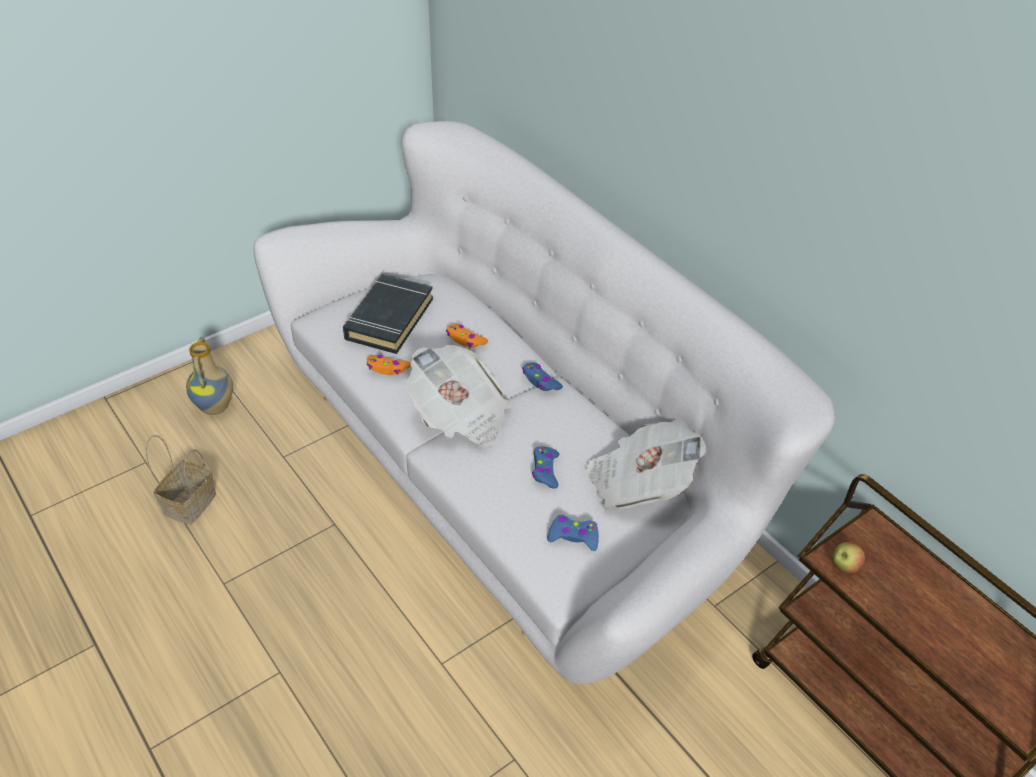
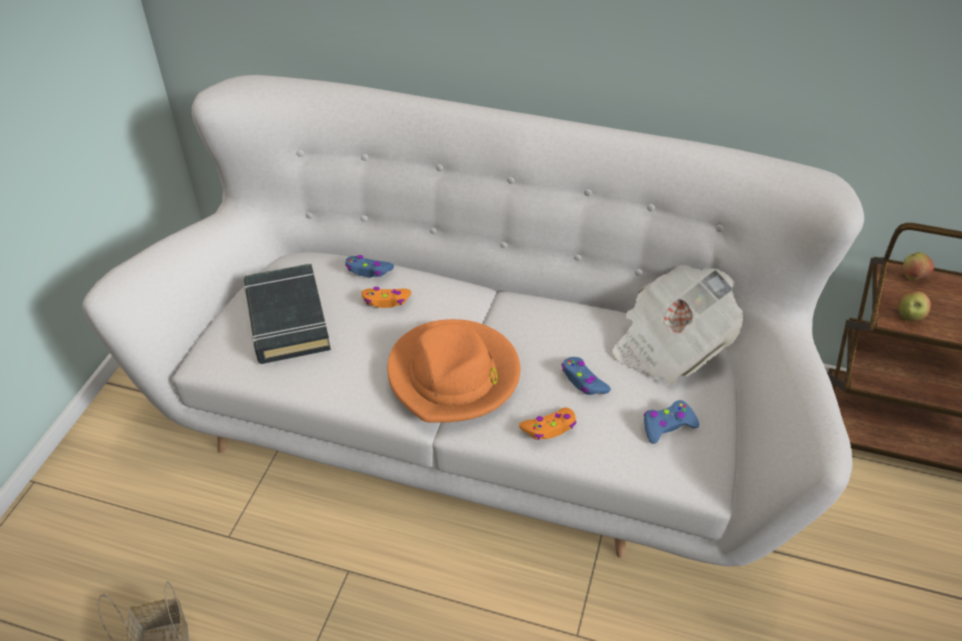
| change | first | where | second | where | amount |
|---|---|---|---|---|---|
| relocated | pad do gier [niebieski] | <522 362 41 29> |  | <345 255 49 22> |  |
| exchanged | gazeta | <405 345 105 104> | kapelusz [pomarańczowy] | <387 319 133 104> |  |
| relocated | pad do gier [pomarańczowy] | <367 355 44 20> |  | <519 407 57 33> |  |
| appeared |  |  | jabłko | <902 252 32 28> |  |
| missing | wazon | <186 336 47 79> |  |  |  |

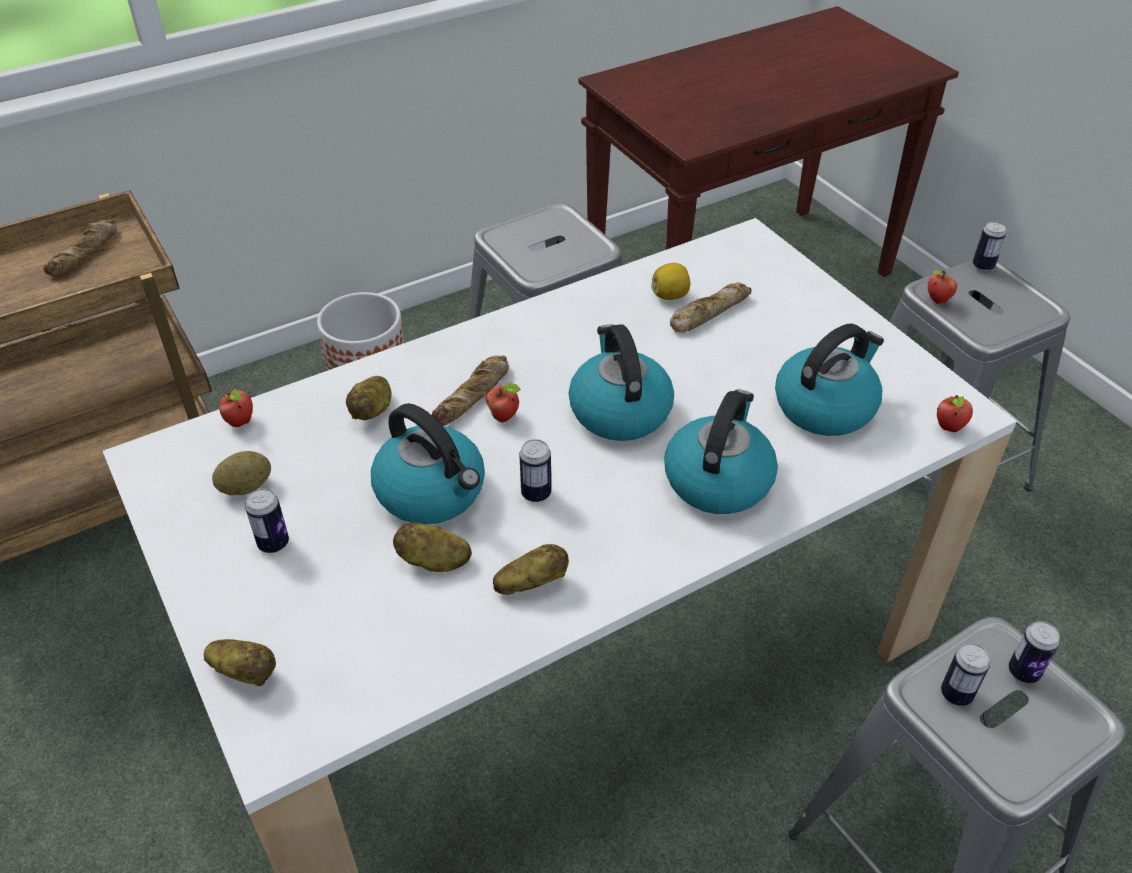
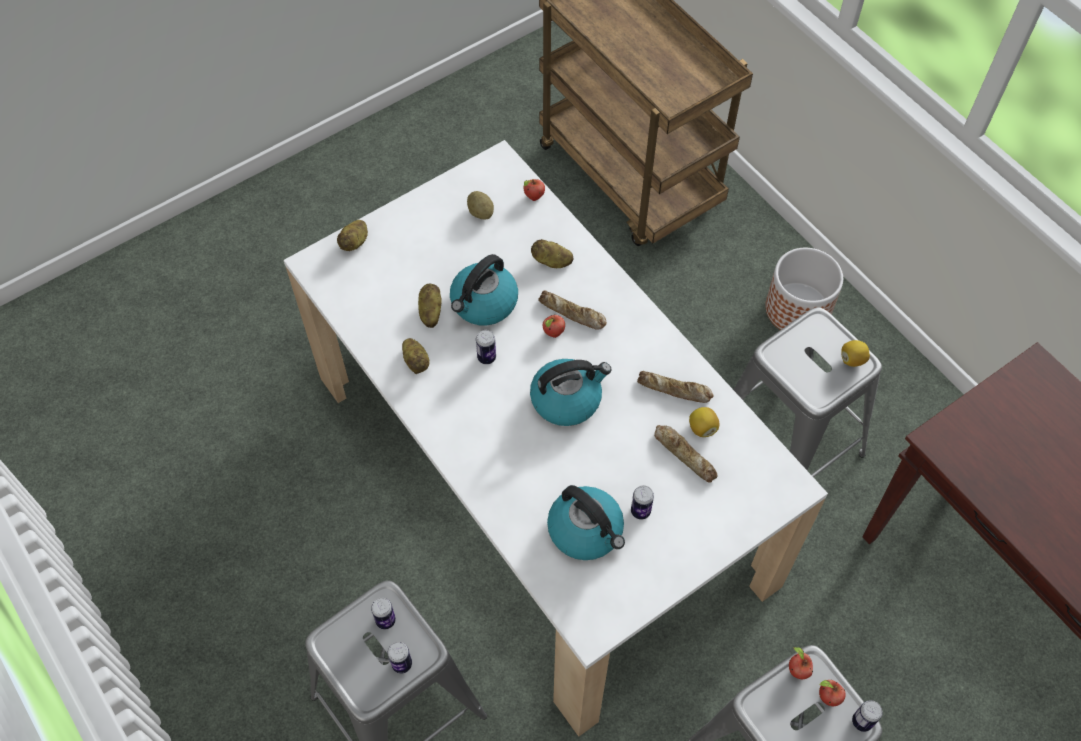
| change | first | where | second | where | amount |
|---|---|---|---|---|---|
| relocated | puszka | <245 489 44 64> |  | <631 485 23 35> |  |
| relocated | chleb | <43 220 74 57> |  | <637 371 77 32> |  |
| relocated | jabłko | <937 395 36 37> |  | <819 680 27 26> |  |
| appeared |  |  | cytryna | <841 340 29 27> |  |
| missing | czajnik | <664 390 114 124> |  |  |  |

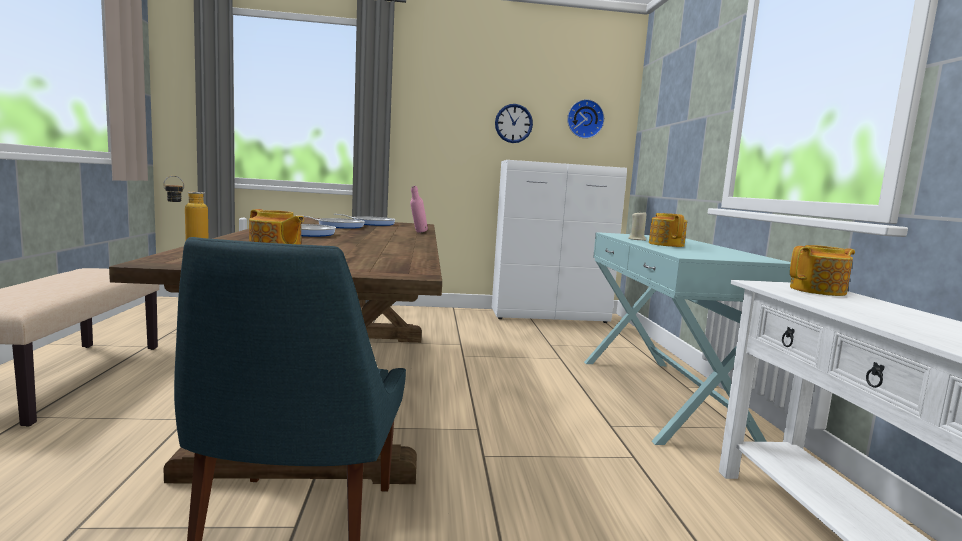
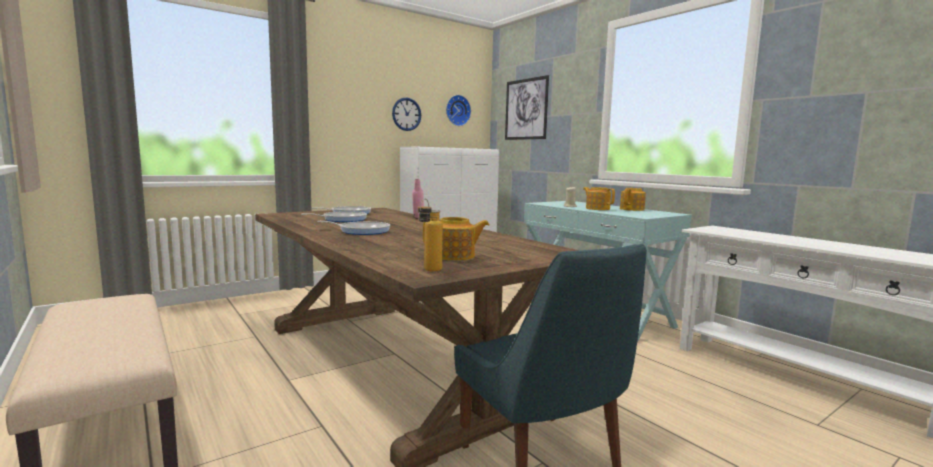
| change | first | where | second | where | amount |
|---|---|---|---|---|---|
| appeared |  |  | obraz | <505 75 44 65> |  |
| relocated | imbryk | <790 245 65 51> |  | <620 188 26 23> |  |

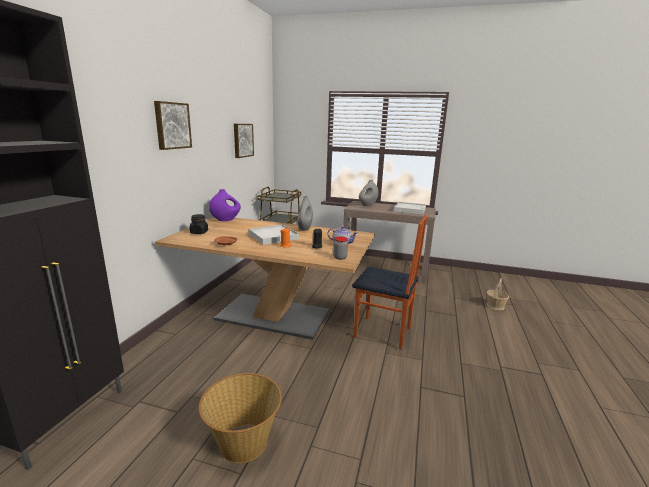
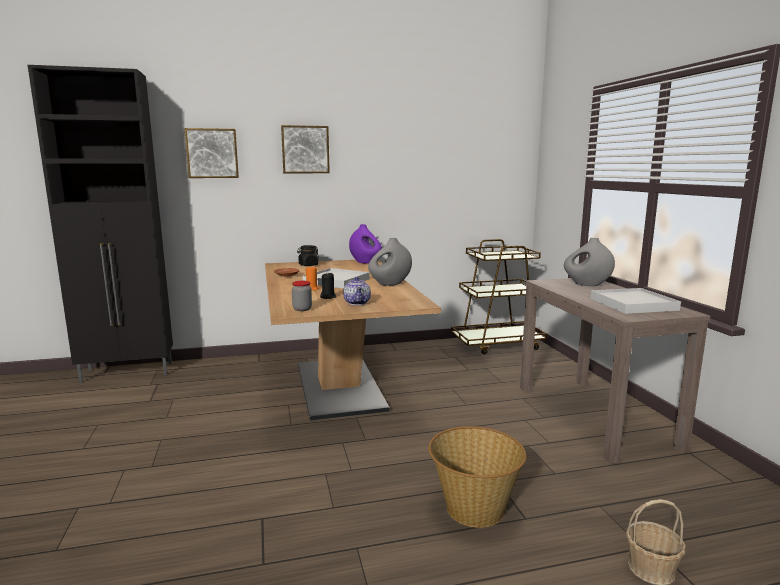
| change | first | where | second | where | amount |
|---|---|---|---|---|---|
| relocated | obraz | <234 124 20 34> |  | <185 128 54 50> |  |
| relocated | koszyk | <199 373 83 90> |  | <428 426 98 102> |  |
| missing | krzesło | <352 215 75 135> |  |  |  |

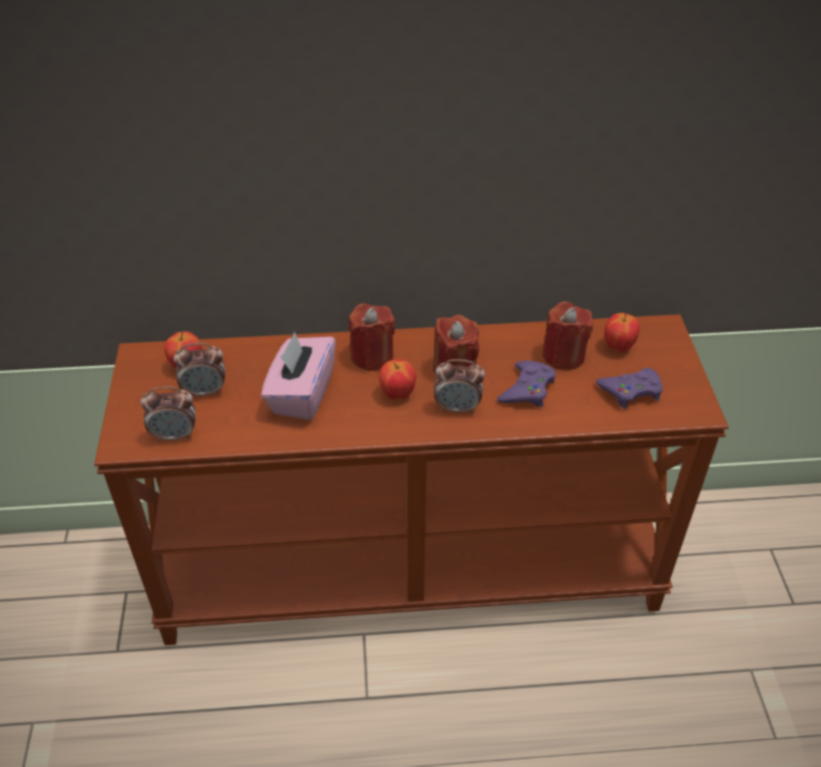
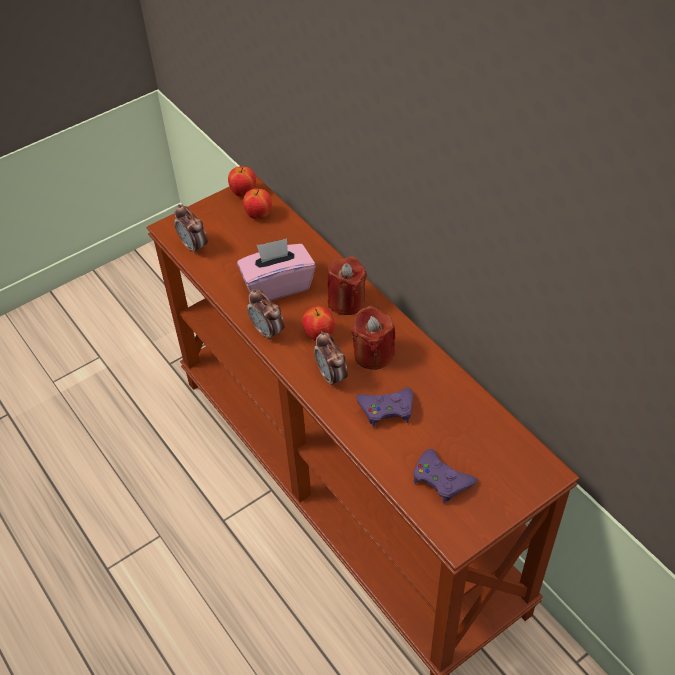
| change | first | where | second | where | amount |
|---|---|---|---|---|---|
| relocated | jabłko | <604 313 36 39> |  | <228 166 28 31> |  |
| relocated | budzik | <174 343 51 53> |  | <247 289 38 53> |  |
| missing | świeca [czerwony] | <542 302 51 68> |  |  |  |

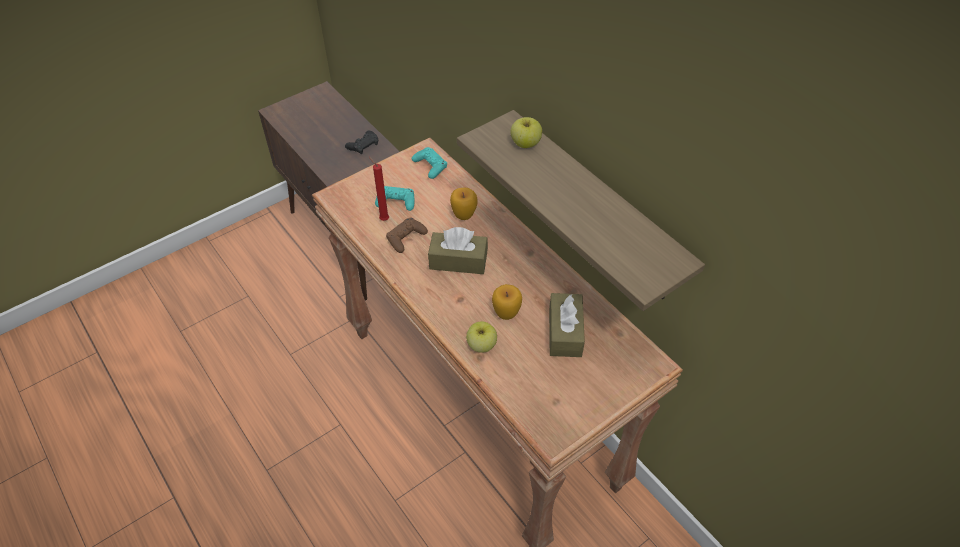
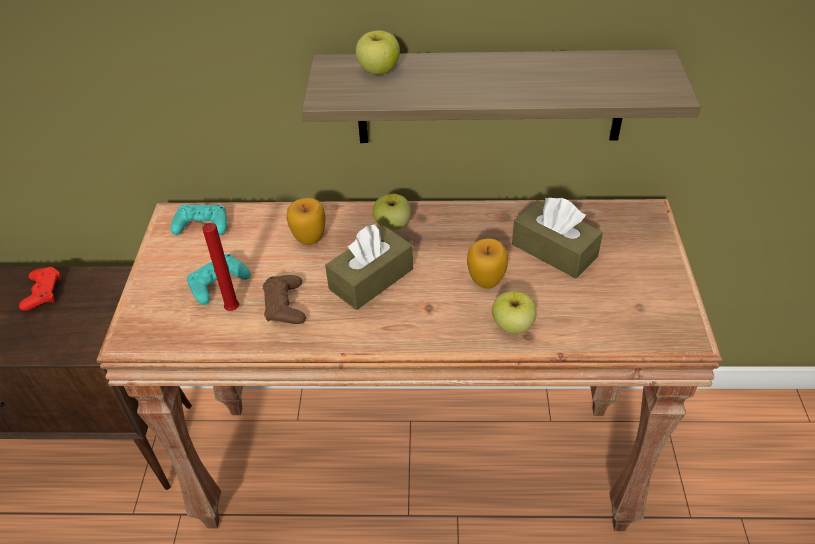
| change | first | where | second | where | amount |
|---|---|---|---|---|---|
| colour | pad do gier [czarny] | <345 131 33 24> | pad do gier [czerwony] | <19 267 42 44> |  |
| appeared |  |  | jabłko | <373 194 39 37> |  |

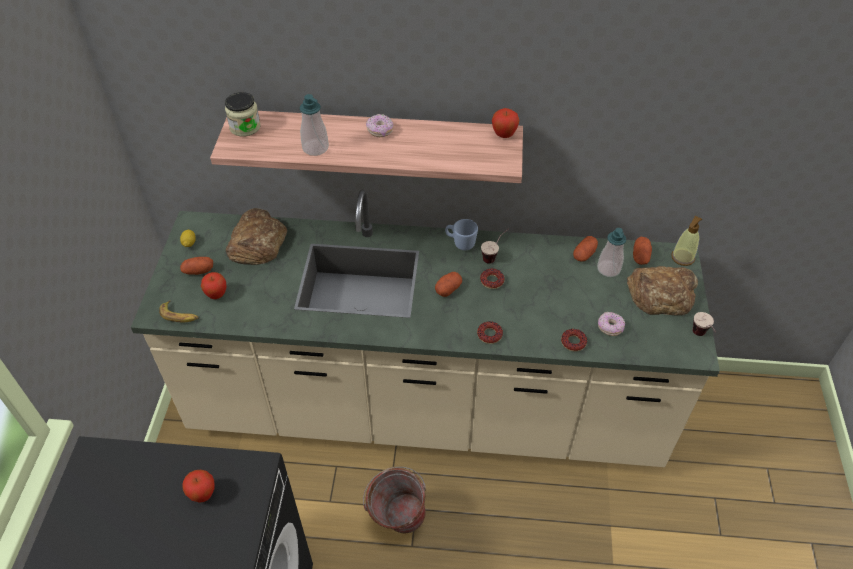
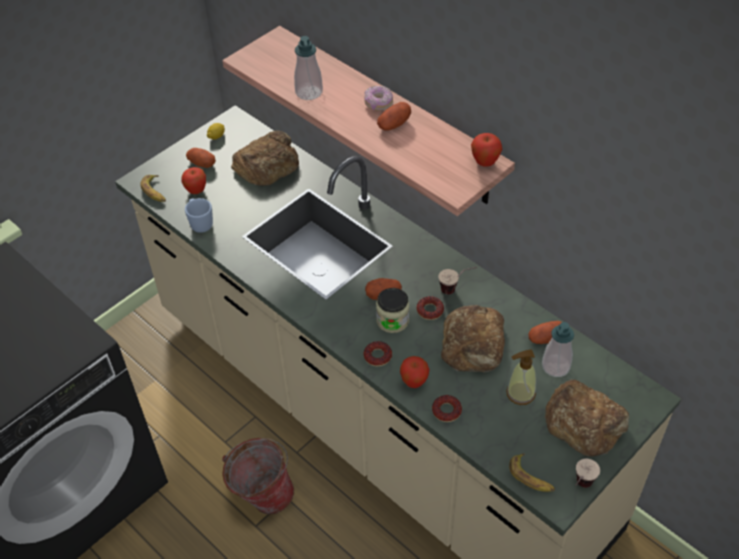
| change | first | where | second | where | amount |
|---|---|---|---|---|---|
| relocated | kubek [niebieski] | <445 219 33 31> |  | <185 198 28 35> |  |
| relocated | słoik | <225 92 36 45> |  | <376 288 33 45> |  |
| relocated | ziemniak | <633 237 19 28> |  | <377 102 34 29> |  |
| relocated | jabłko | <182 470 33 33> |  | <400 356 29 32> |  |
| appeared |  |  | chleb | <441 305 64 67> |  |
| relocated | dozownik mydła | <671 216 31 50> |  | <506 350 30 55> |  |
| appeared |  |  | banan | <509 453 46 39> |  |
| missing | donut | <598 312 27 24> |  |  |  |

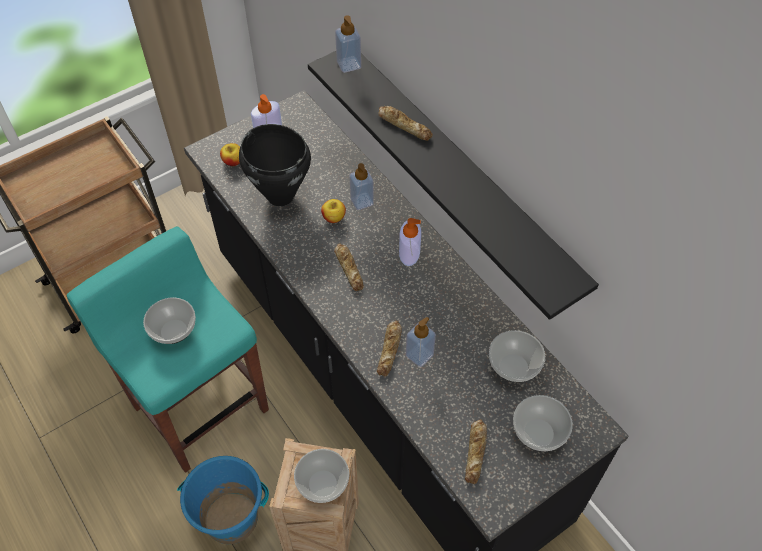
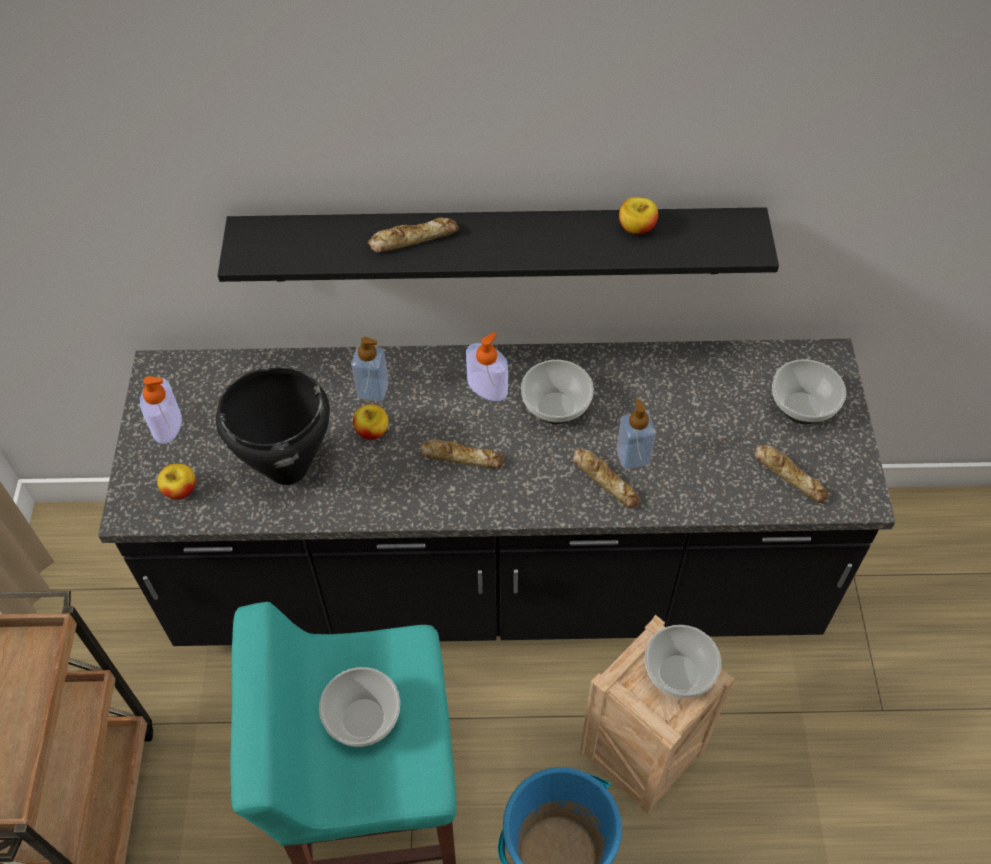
| change | first | where | second | where | amount |
|---|---|---|---|---|---|
| relocated | miska | <489 330 56 52> |  | <521 360 73 64> |  |
| appeared |  |  | jabłko | <619 197 39 38> |  |
| missing | dozownik mydła | <335 15 26 58> |  |  |  |

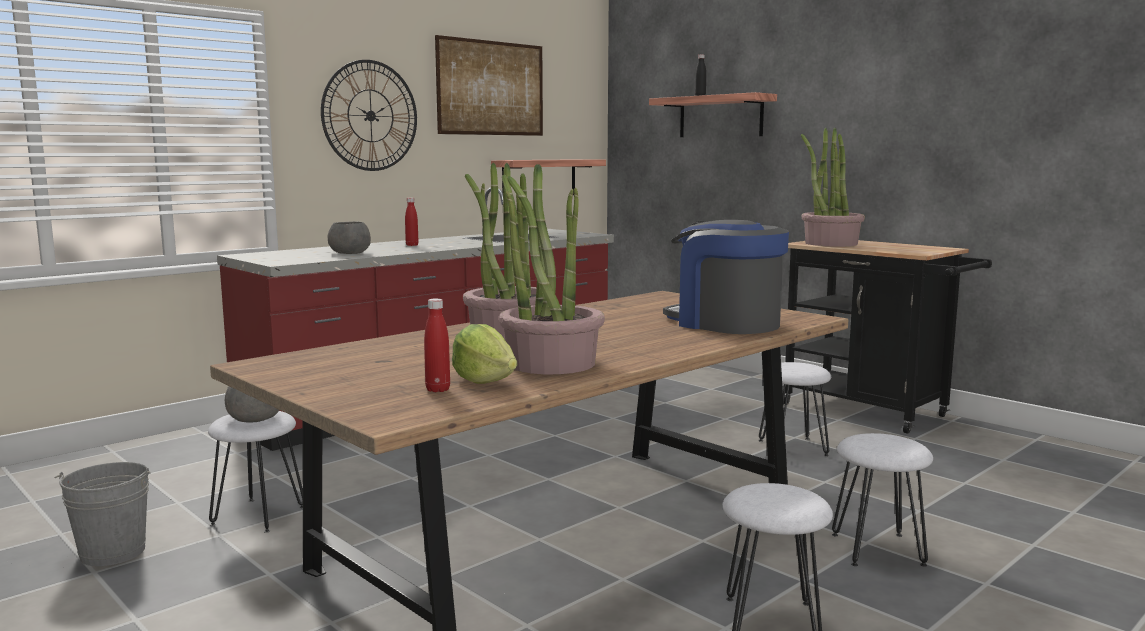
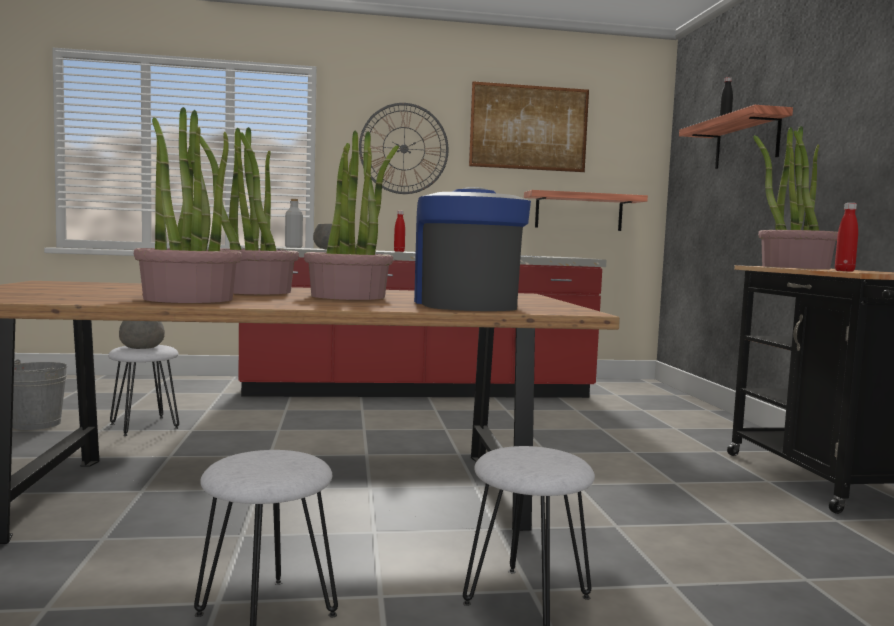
| change | first | where | second | where | amount |
|---|---|---|---|---|---|
| appeared |  |  | butelka [szary] | <285 199 18 49> |  |
| appeared |  |  | roślina doniczkowa | <304 130 95 170> |  |
| relocated | butelka [czerwony] | <424 298 26 94> |  | <835 203 23 69> |  |
| missing | sałata | <452 324 65 60> |  |  |  |
| missing | stołek [biały] | <759 362 72 94> |  |  |  |

